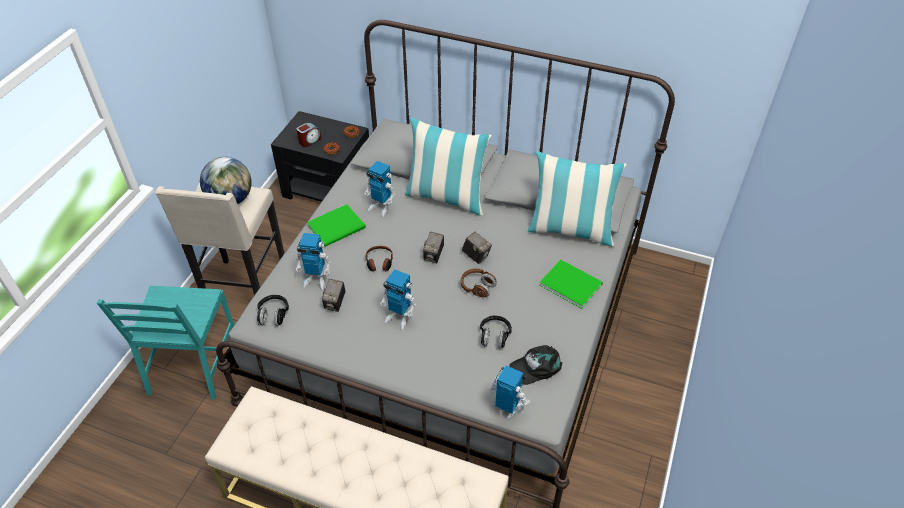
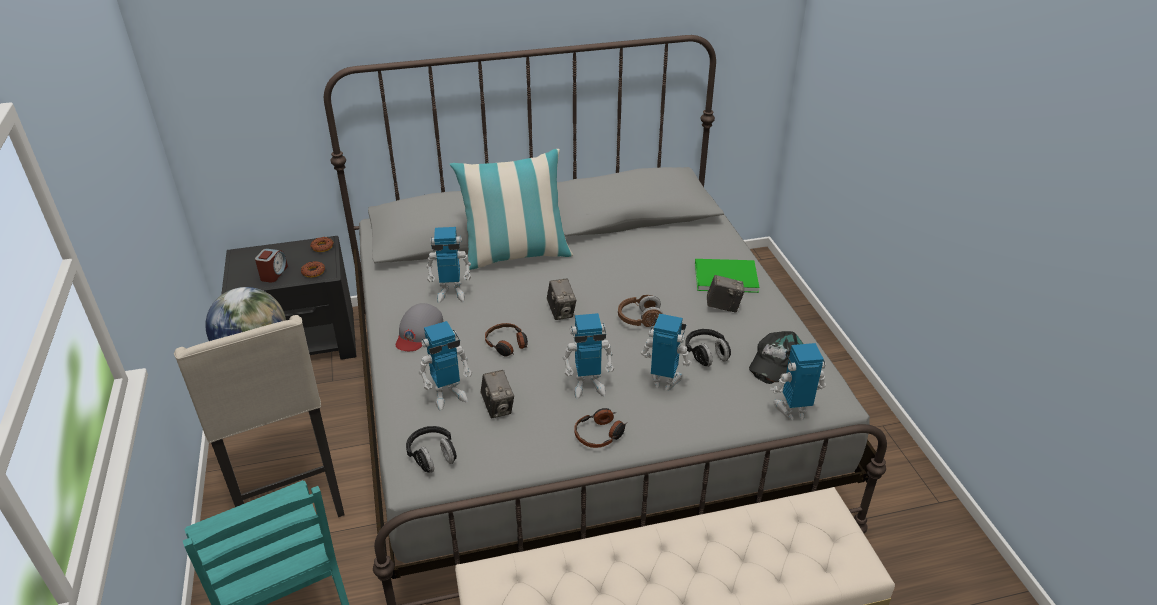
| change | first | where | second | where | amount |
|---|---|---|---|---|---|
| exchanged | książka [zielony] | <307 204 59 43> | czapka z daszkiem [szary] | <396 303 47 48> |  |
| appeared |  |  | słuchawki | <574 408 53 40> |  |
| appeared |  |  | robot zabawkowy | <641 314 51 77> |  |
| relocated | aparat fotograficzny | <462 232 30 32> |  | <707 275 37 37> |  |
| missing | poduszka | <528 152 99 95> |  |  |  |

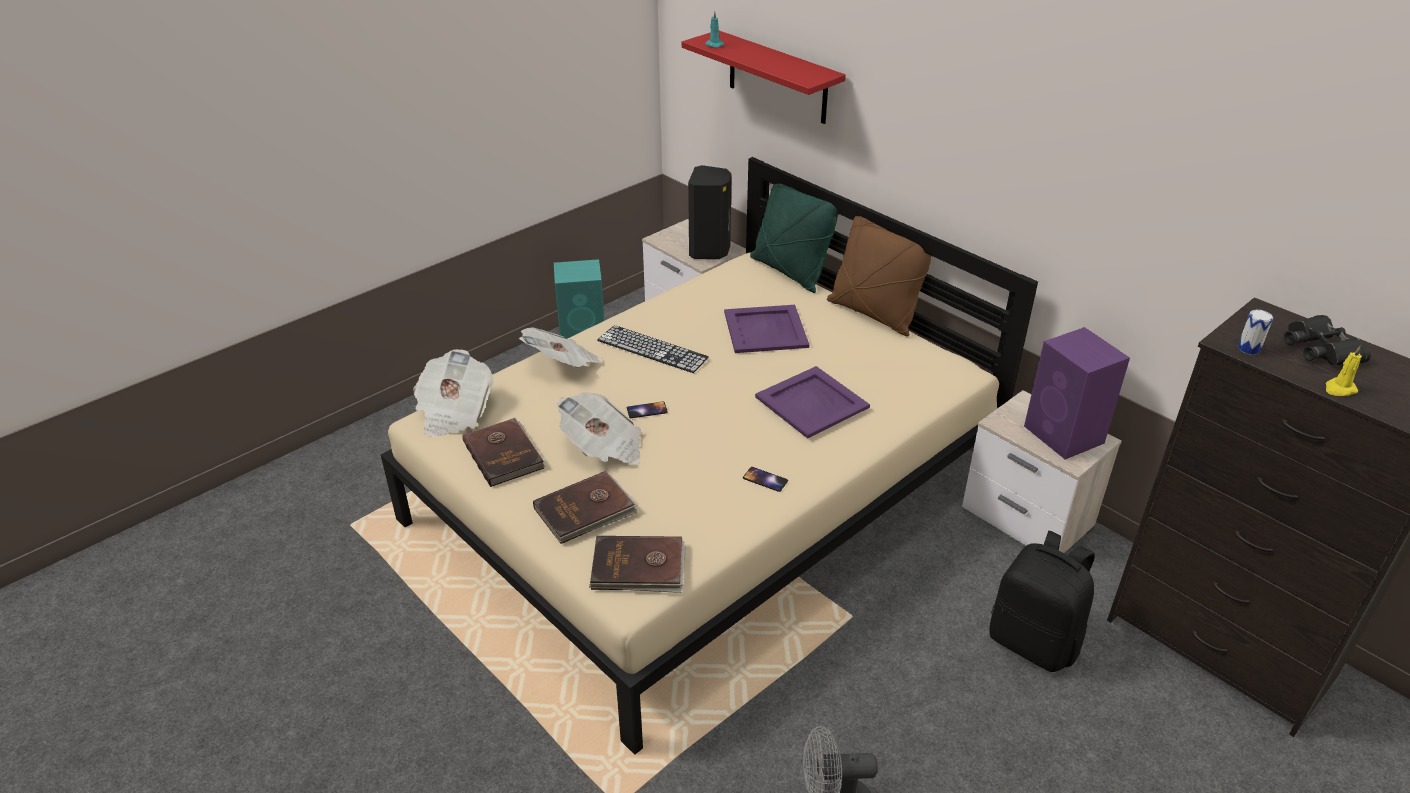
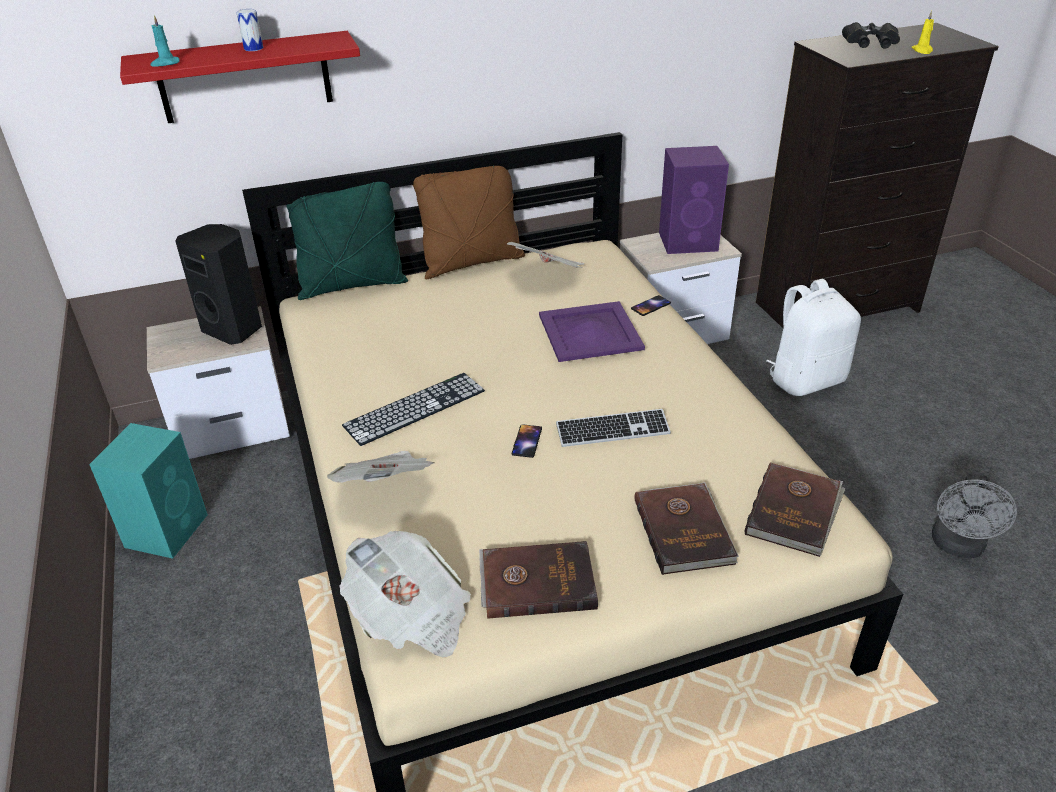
| change | first | where | second | where | amount |
|---|---|---|---|---|---|
| relocated | puszka | <1238 309 35 46> |  | <237 9 26 42> |  |
| relocated | gazeta | <557 392 84 73> |  | <507 242 78 26> |  |
| appeared |  |  | klawiatura | <556 409 115 38> |  |
| relocated | telefon | <743 467 45 25> |  | <631 295 40 21> |  |
| colour | plecak [czarny] | <989 531 106 141> | plecak [biały] | <767 279 94 117> |  |
| missing | taca [fioletowy] | <724 305 85 48> |  |  |  |

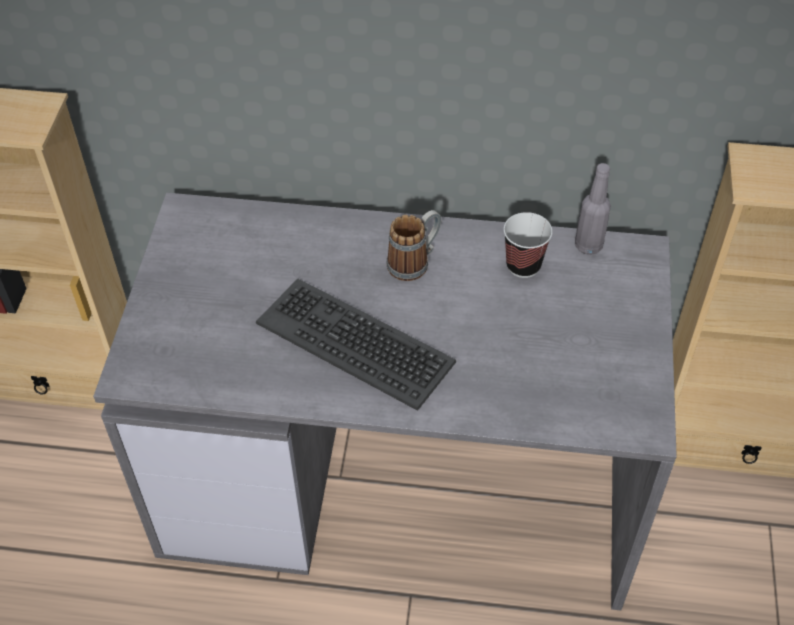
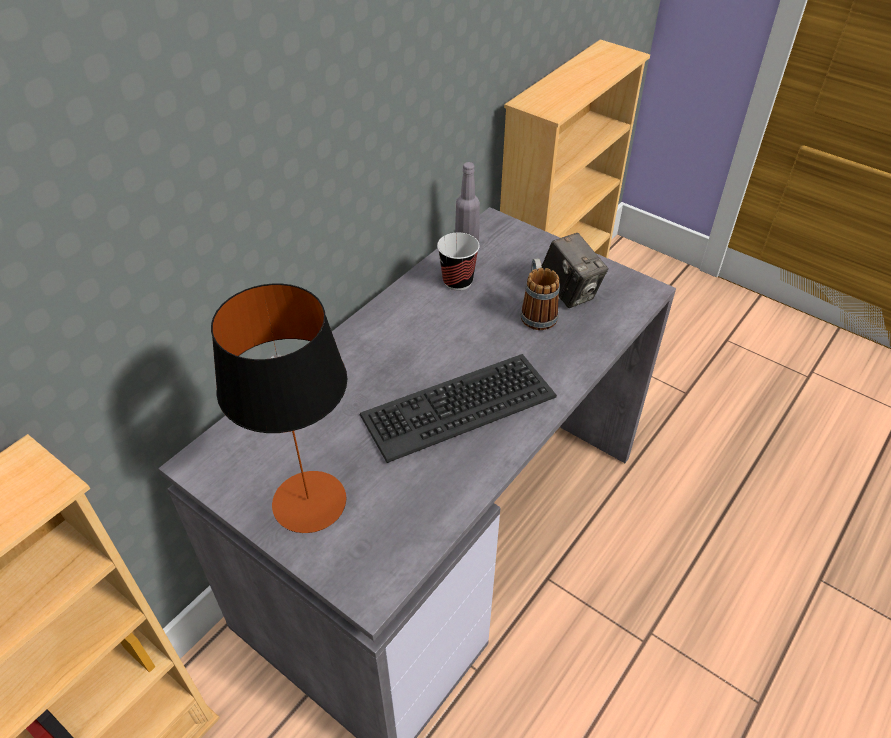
| change | first | where | second | where | amount |
|---|---|---|---|---|---|
| appeared |  |  | lampa stołowa | <211 284 136 249> |  |
| relocated | kubek | <387 210 54 71> |  | <520 258 40 72> |  |
| appeared |  |  | aparat fotograficzny | <542 233 66 75> |  |

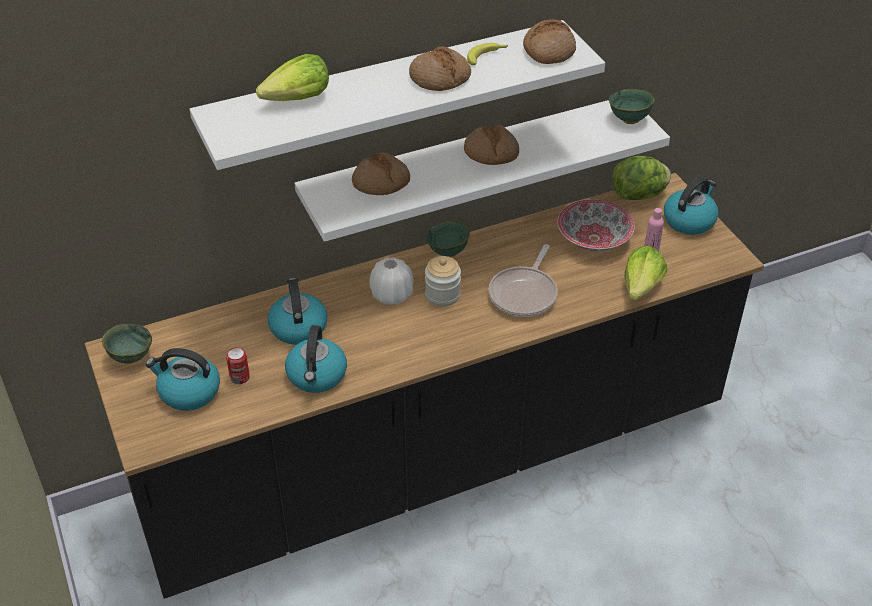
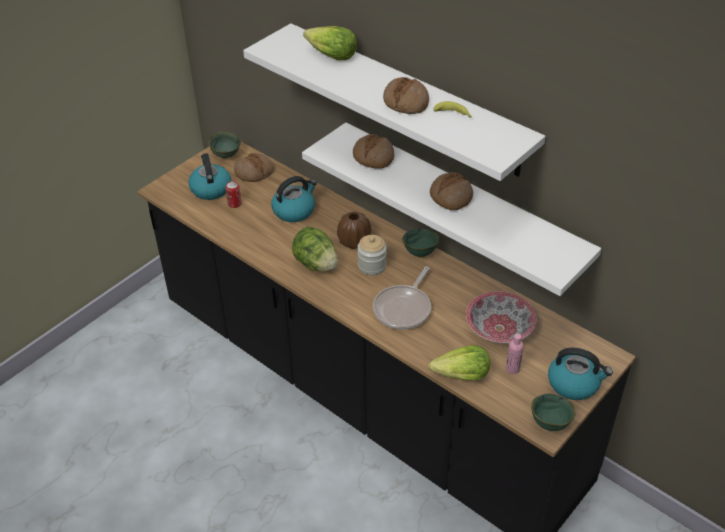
| change | first | where | second | where | amount |
|---|---|---|---|---|---|
| relocated | chleb | <523 19 53 45> |  | <234 153 40 29> |  |
| relocated | sałata | <612 156 59 44> |  | <292 227 46 45> |  |
| colour | wazon [biały] | <369 258 44 47> | wazon [brązowy] | <337 212 34 37> |  |
| spun | patelnia | <488 244 70 73> |  | <373 266 58 63> | 60 degrees counterclockwise |
| relocated | miska [zielony] | <609 89 46 35> |  | <531 394 44 37> |  |
| missing | czajnik | <285 325 62 68> |  |  |  |

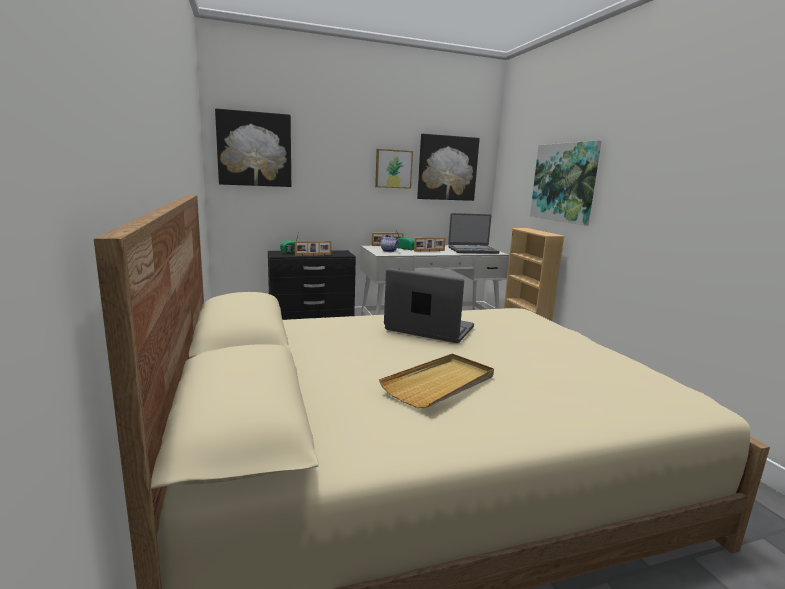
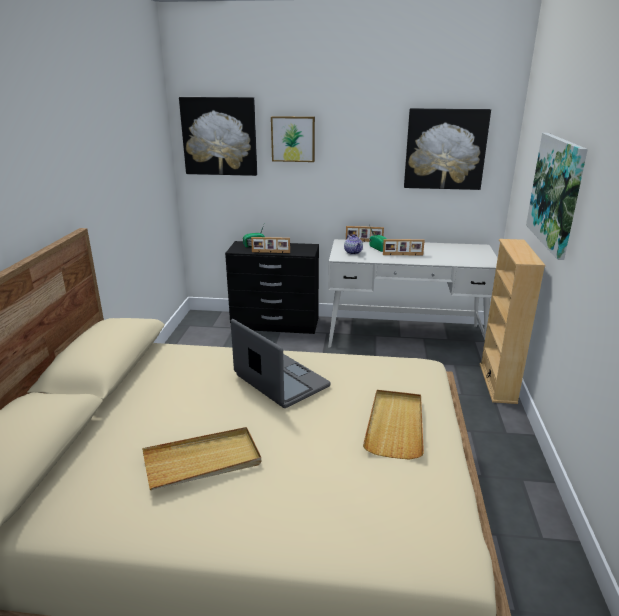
| change | first | where | second | where | amount |
|---|---|---|---|---|---|
| relocated | obraz | <375 149 38 40> |  | <271 116 44 46> |  |
| appeared |  |  | taca [beżowy] | <363 390 61 69> |  |
| missing | laptop | <448 213 52 41> |  |  |  |

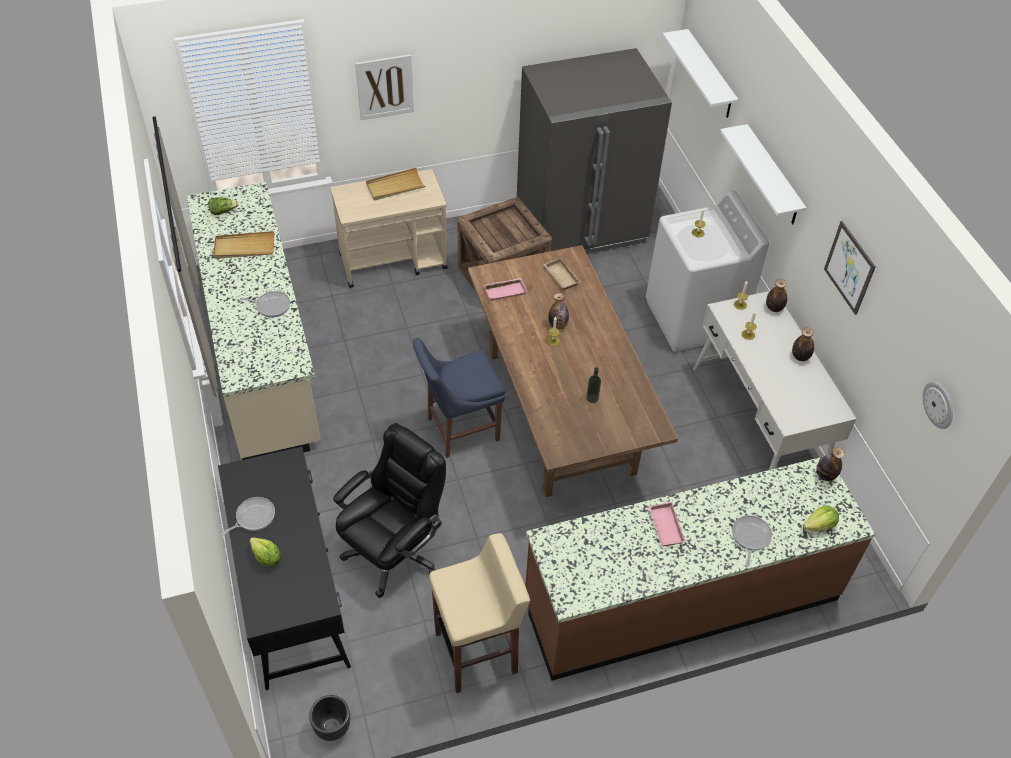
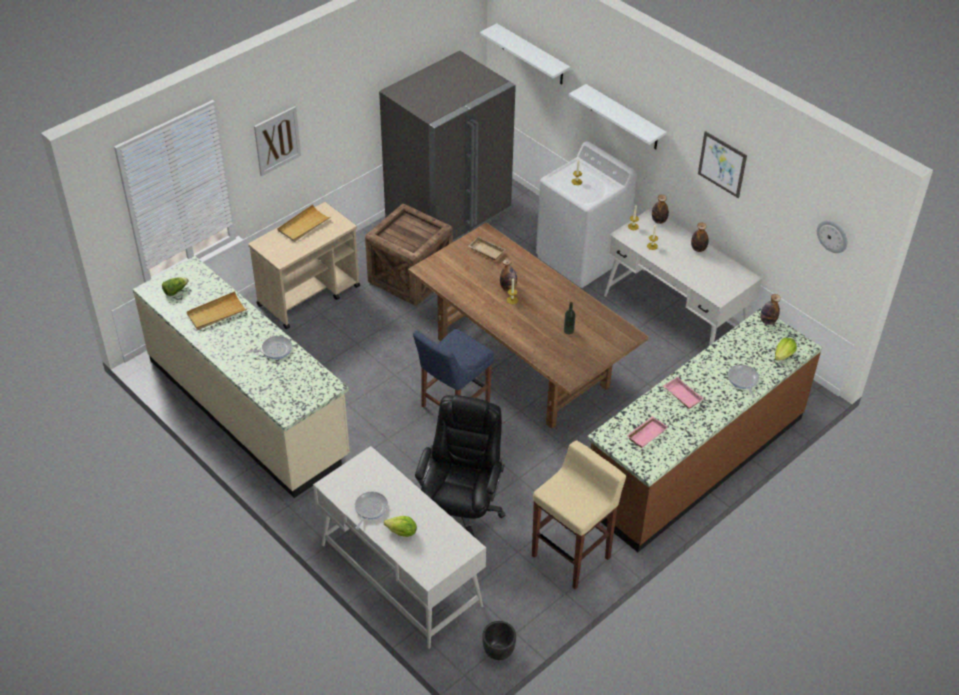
| change | first | where | second | where | amount |
|---|---|---|---|---|---|
| colour | biurko [czarny] | <218 447 133 243> | biurko [biały] | <313 446 173 203> |  |
| relocated | taca [różowy] | <484 278 43 23> |  | <627 416 41 32> |  |

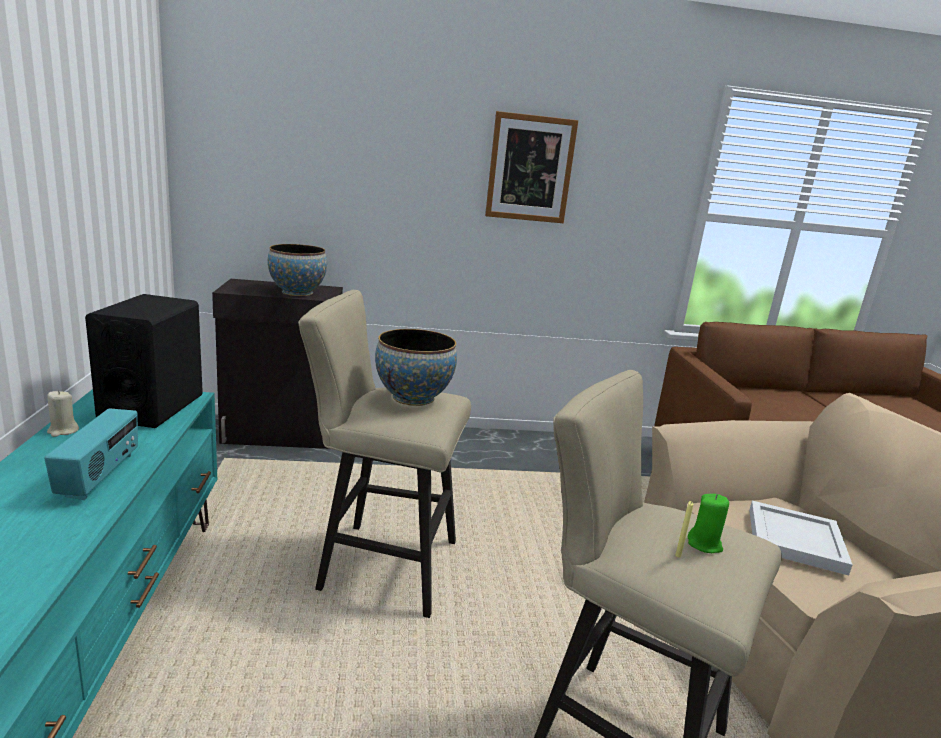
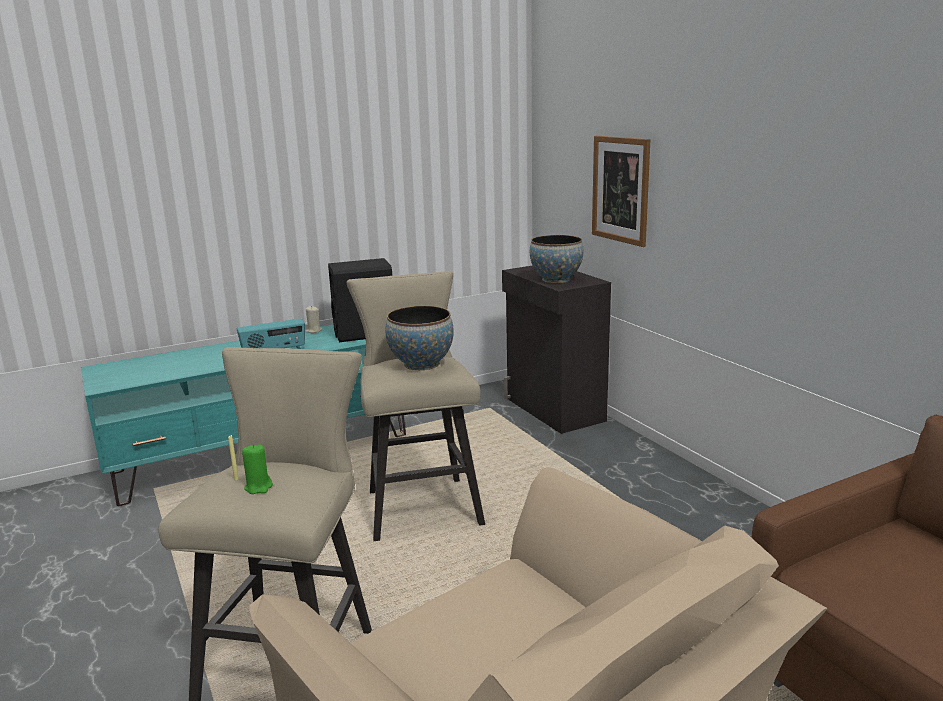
| change | first | where | second | where | amount |
|---|---|---|---|---|---|
| relocated | obraz | <485 111 93 112> |  | <592 136 58 111> |  |
| missing | taca [biały] | <749 501 104 75> |  |  |  |

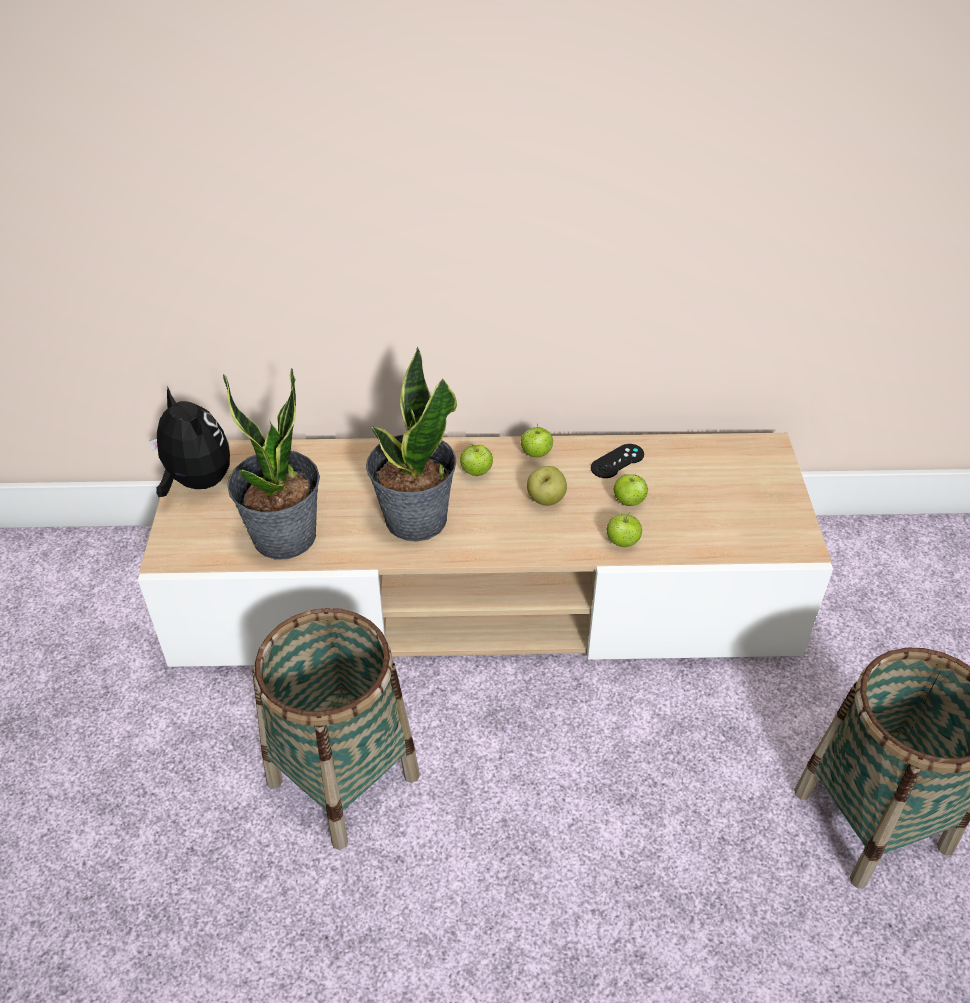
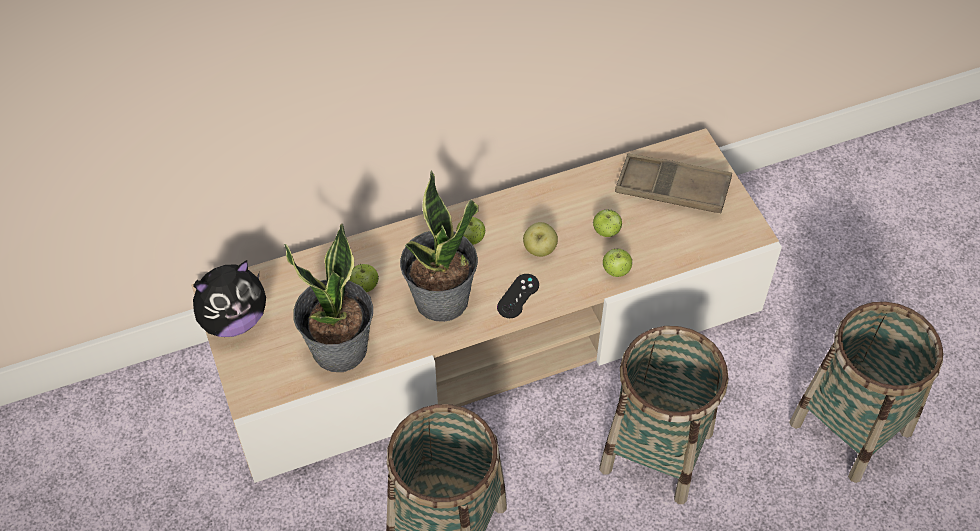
| change | first | where | second | where | amount |
|---|---|---|---|---|---|
| spun | pluszak | <149 388 81 109> |  | <193 260 73 77> | 120 degrees clockwise |
| relocated | jabłko | <521 423 32 34> |  | <349 264 29 28> |  |
| relocated | pad do gier [czarny] | <591 444 53 34> |  | <497 274 42 44> |  |
| appeared |  |  | koszyk | <599 326 129 178> |  |
| appeared |  |  | taca [brązowy] | <615 154 117 59> |  |

